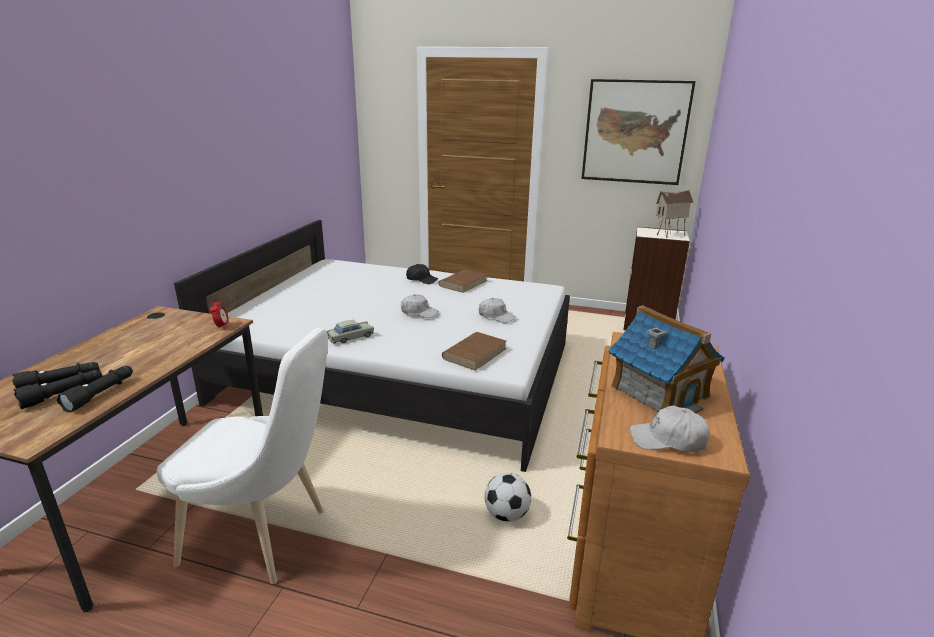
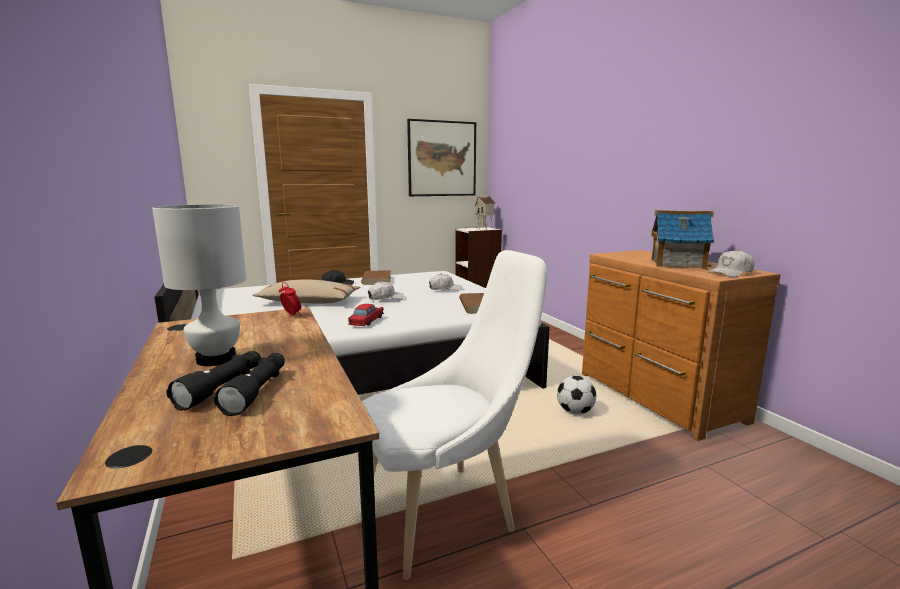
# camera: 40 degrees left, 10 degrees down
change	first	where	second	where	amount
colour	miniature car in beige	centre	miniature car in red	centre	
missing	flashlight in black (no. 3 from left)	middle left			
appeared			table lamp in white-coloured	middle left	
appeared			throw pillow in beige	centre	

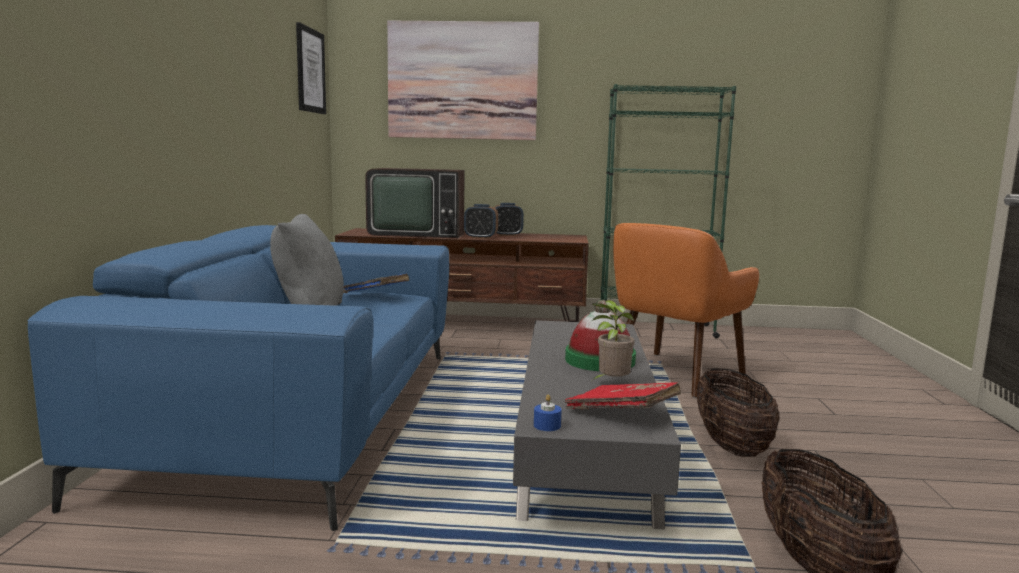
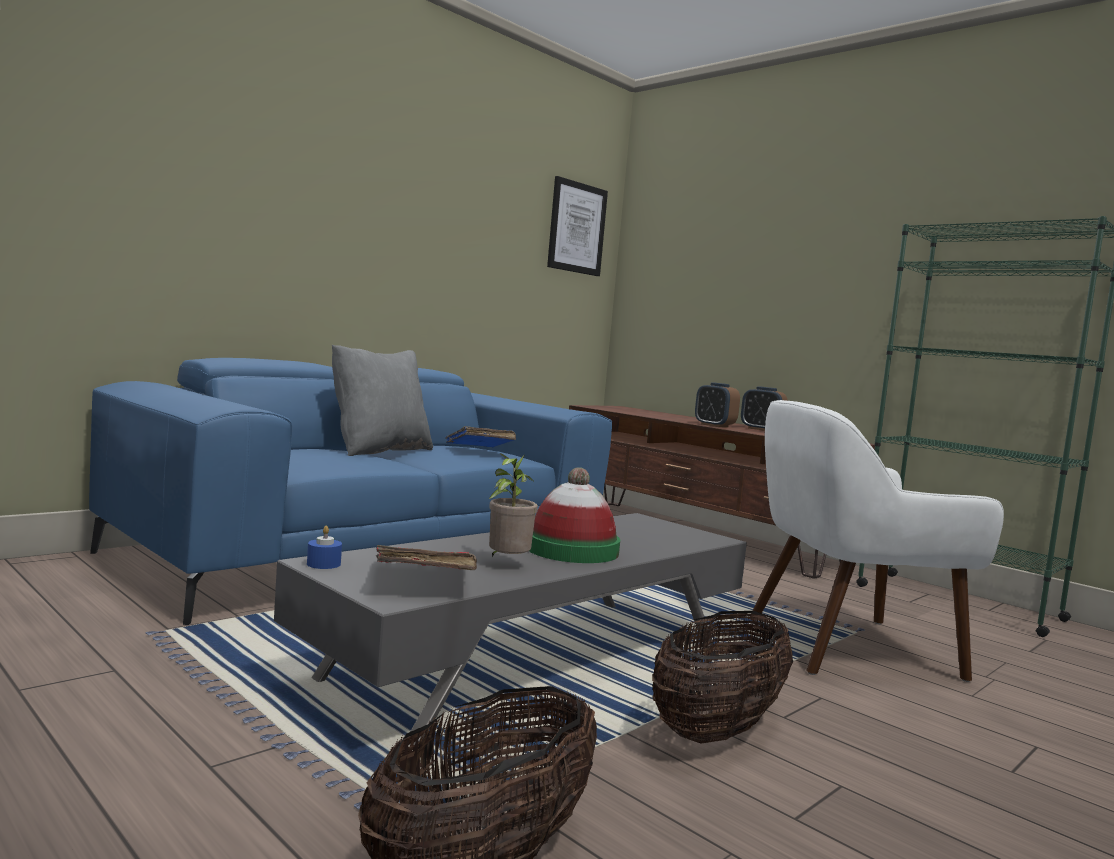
# camera: 40 degrees right, 5 degrees down
change	first	where	second	where	amount
missing	picture (no. 2 from left)	top centre			
missing	TV set	centre			
colour	armchair in orangey	middle right	armchair in white-coloured	middle right	

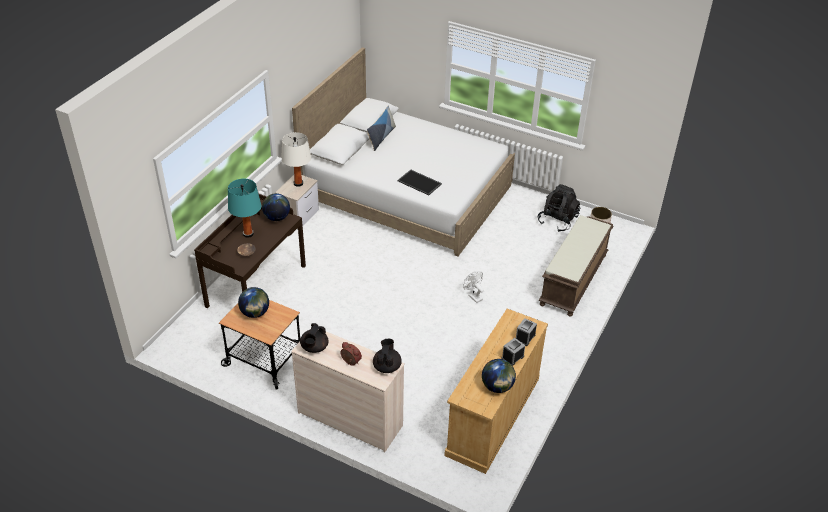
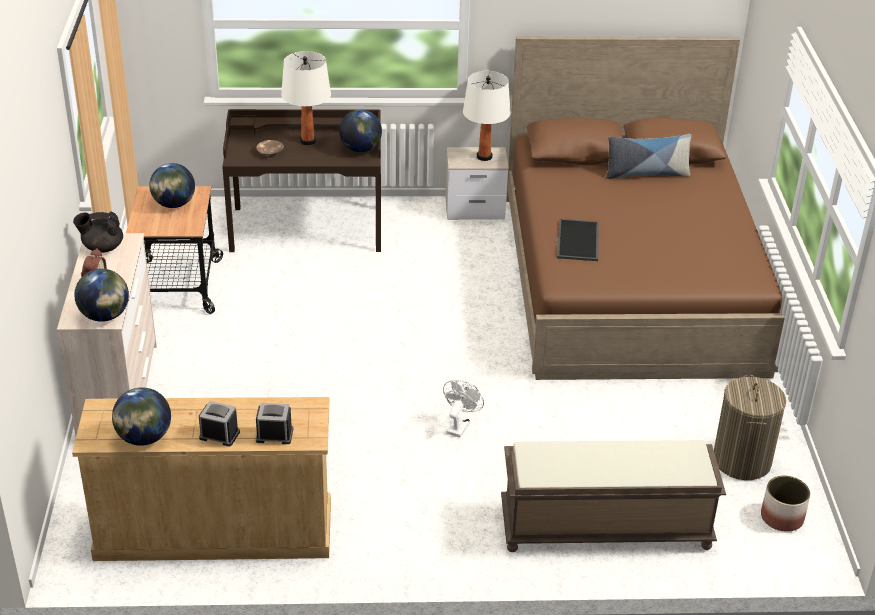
# camera: 60 degrees right, 5 degrees down
change	first	where	second	where	amount
colour	bed in white-coloured	top centre	bed in brown	middle right	
colour	table lamp in blue-green	middle left	table lamp in white-coloured (no. 1 from left)	top centre	
exchanged	rucksack in black	middle right	washing basket	bottom right	
exchanged	tea pot in black (no. 2 from left)	bottom centre	globe (no. 1 from left)	middle left	

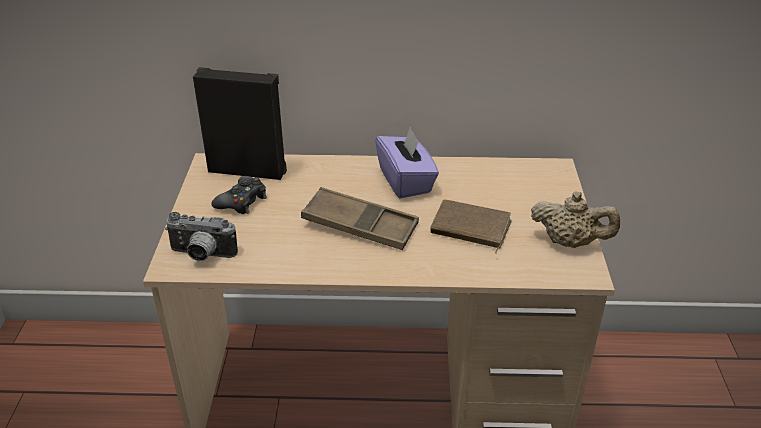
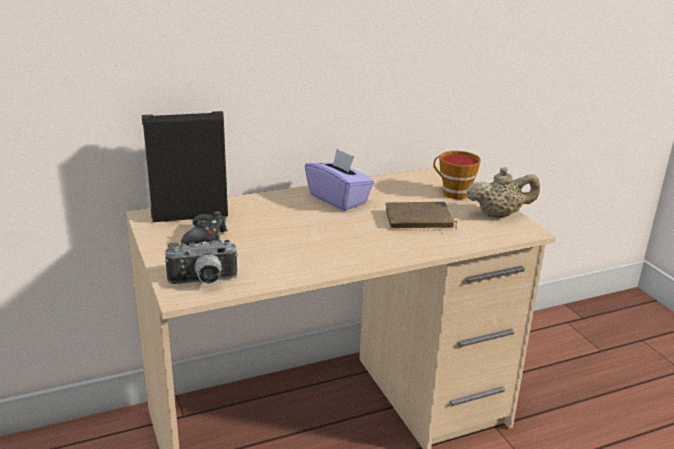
# camera: 25 degrees left, 10 degrees down
change	first	where	second	where	amount
missing	serving tray in brown	centre			
appeared			drinking cup	middle right	

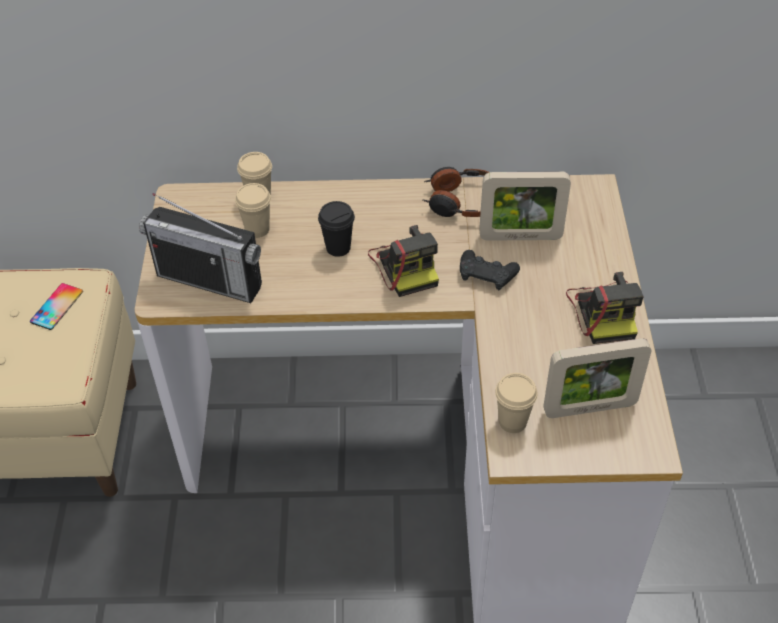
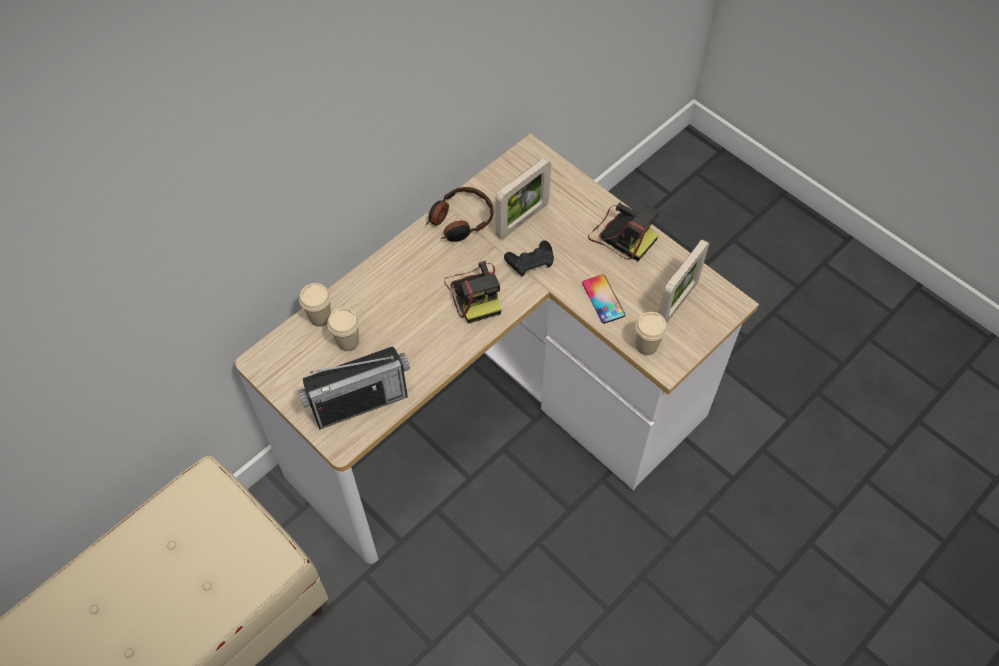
# camera: 45 degrees left, 10 degrees up
change	first	where	second	where	amount
missing	drinking cup in black	centre			
spun	photo camera (no. 1 from left)	centre		centre	45 degrees clockwise
relocated	telephone	middle left		centre	

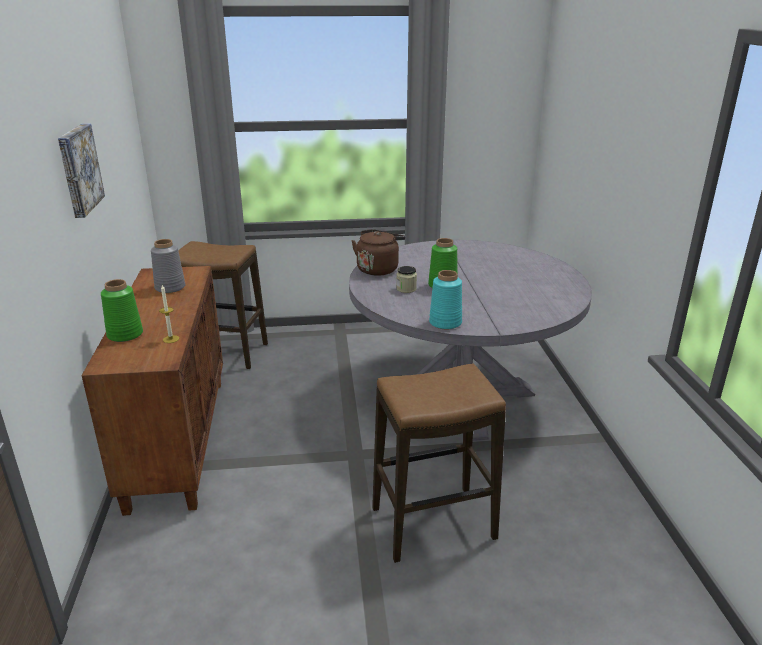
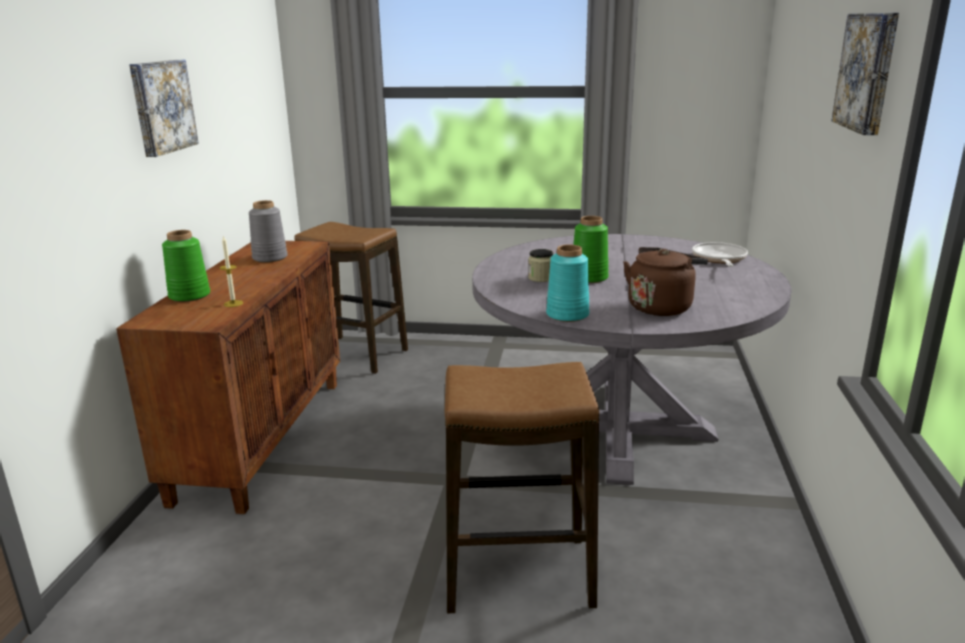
# camera: 15 degrees right, 5 degrees down
change	first	where	second	where	amount
relocated	tea kettle in brown	centre		middle right	
appeared			picture (no. 2 from left)	top right	
appeared			skillet	middle right	

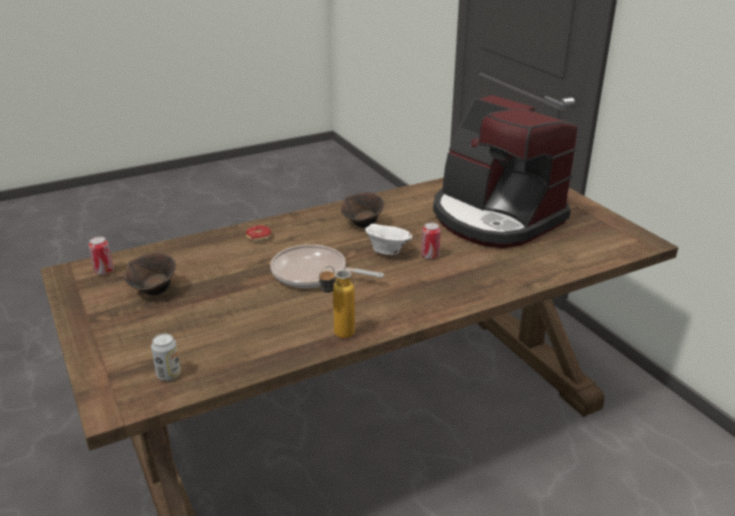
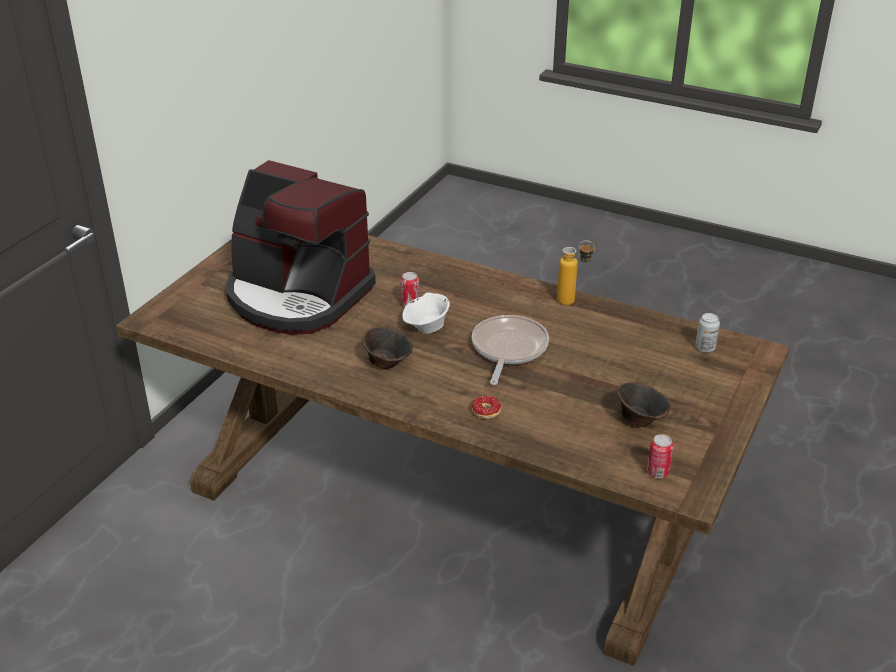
# camera: 125 degrees left, 5 degrees up
change	first	where	second	where	amount
spun	coffee brewer	top right		centre	105 degrees clockwise
spun	skillet	centre		centre	150 degrees counterclockwise

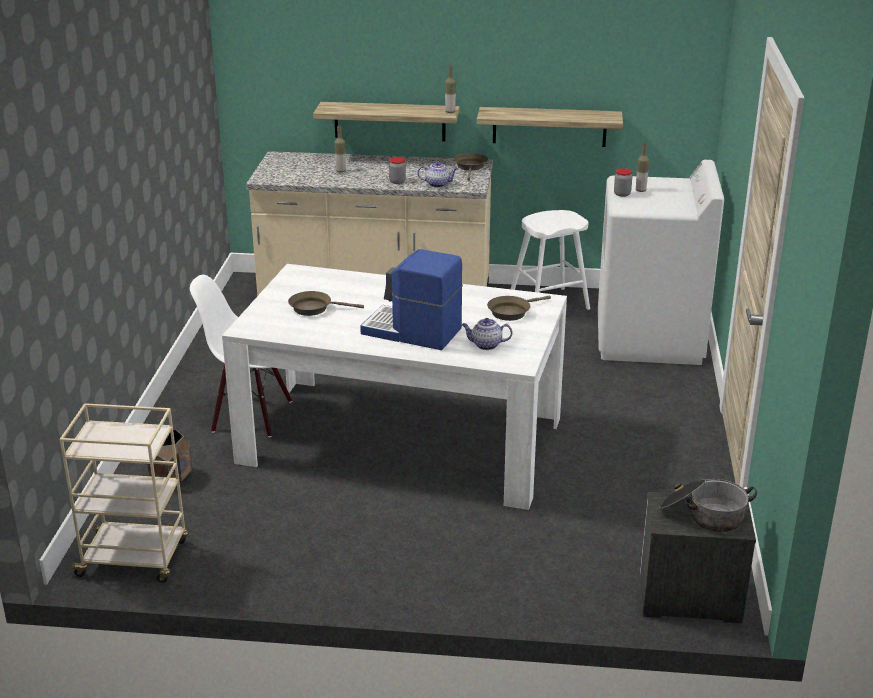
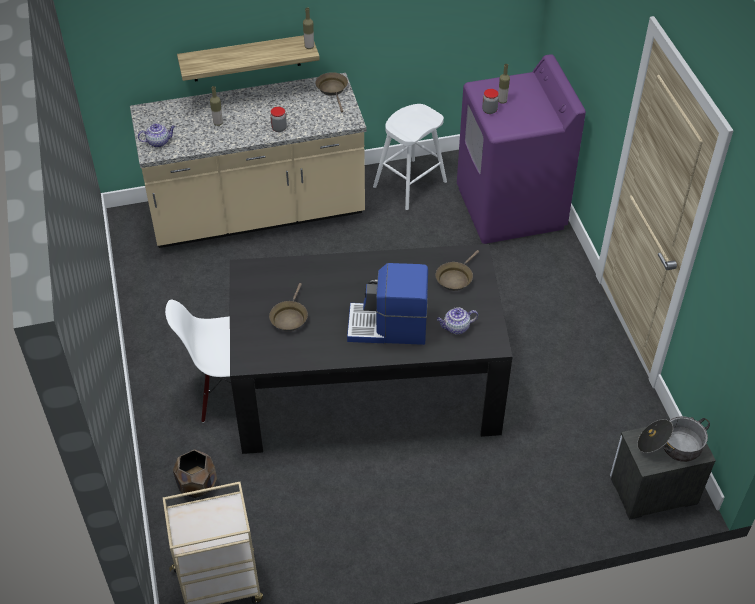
# camera: 20 degrees left, 20 degrees up
change	first	where	second	where	amount
missing	bracket shelf (no. 2 from left)	top centre			
colour	washing machine in white-coloured	middle right	washing machine in purple-coloured	top right	
relocated	tea pot (no. 1 from left)	top centre		top left	
colour	kitchen table in white-coloured	centre	kitchen table in black	centre	
spun	skillet in brown (no. 1 from left)	centre		centre	60 degrees counterclockwise

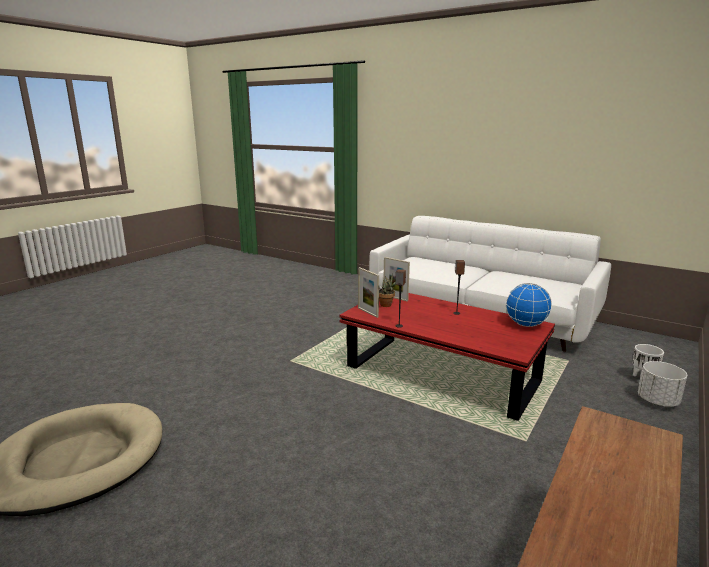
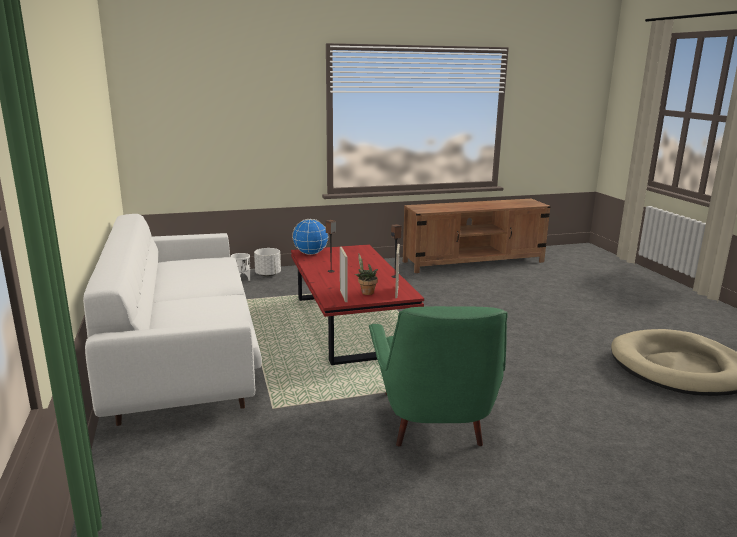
# camera: 140 degrees left, 0 degrees up
change	first	where	second	where	amount
appeared			armchair in green	bottom centre	

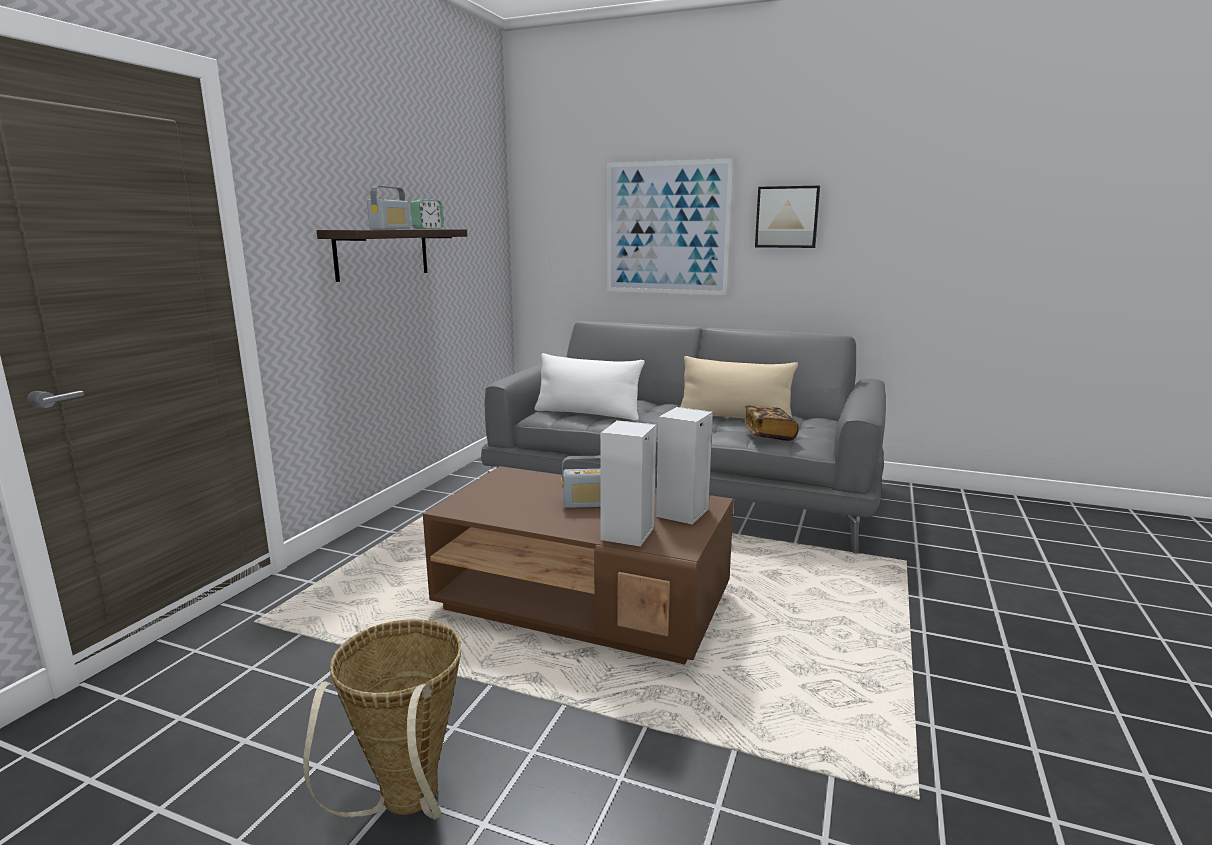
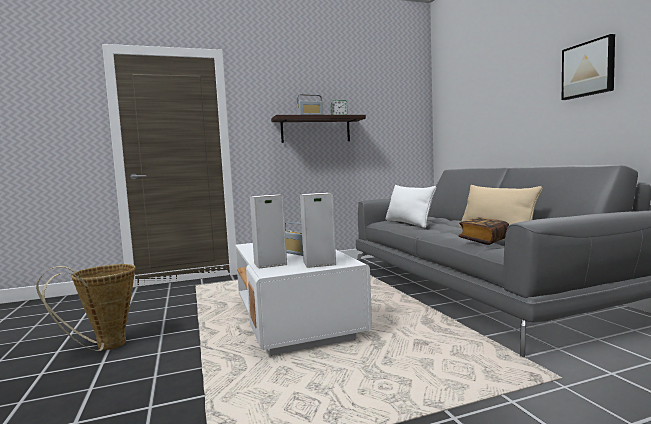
# camera: 50 degrees right, 10 degrees down
change	first	where	second	where	amount
missing	picture (no. 1 from left)	top centre			
colour	coffee table in brown	bottom centre	coffee table in white-coloured	bottom centre	

